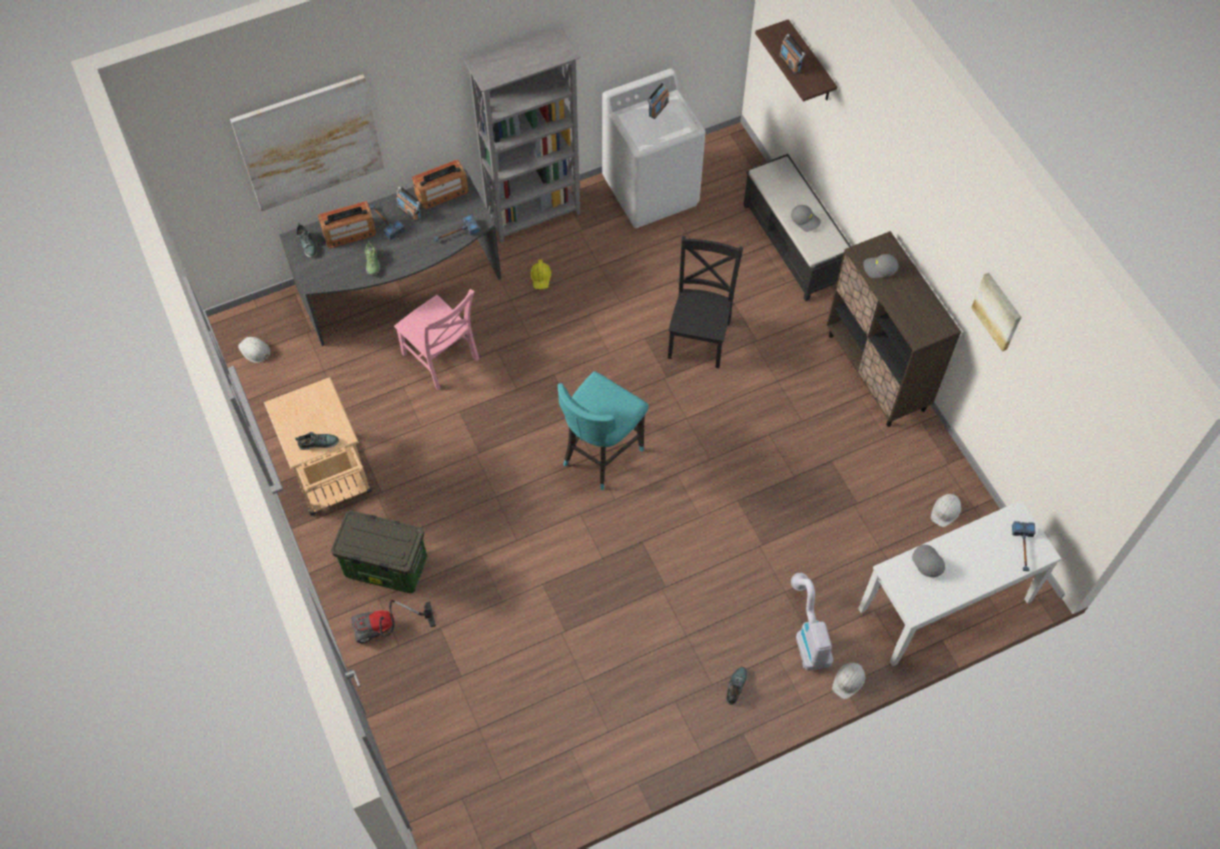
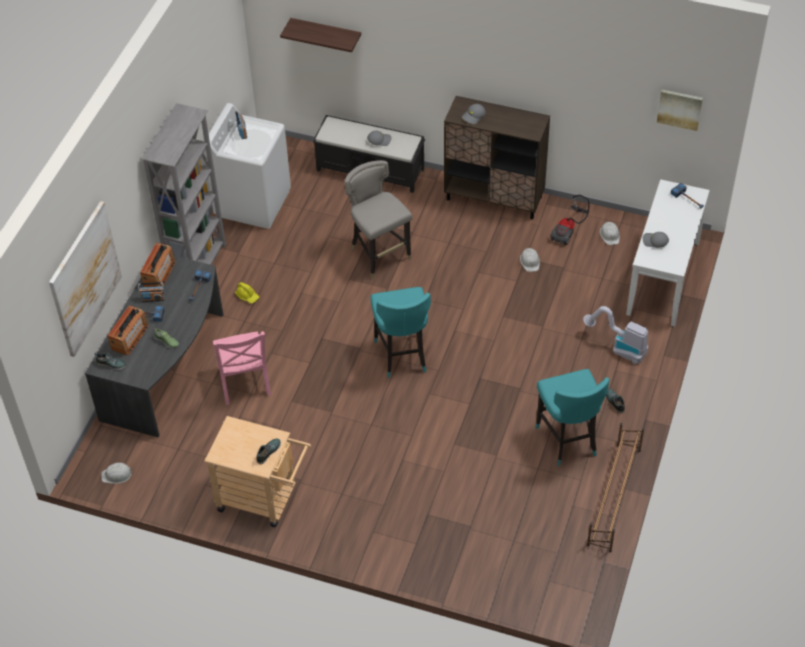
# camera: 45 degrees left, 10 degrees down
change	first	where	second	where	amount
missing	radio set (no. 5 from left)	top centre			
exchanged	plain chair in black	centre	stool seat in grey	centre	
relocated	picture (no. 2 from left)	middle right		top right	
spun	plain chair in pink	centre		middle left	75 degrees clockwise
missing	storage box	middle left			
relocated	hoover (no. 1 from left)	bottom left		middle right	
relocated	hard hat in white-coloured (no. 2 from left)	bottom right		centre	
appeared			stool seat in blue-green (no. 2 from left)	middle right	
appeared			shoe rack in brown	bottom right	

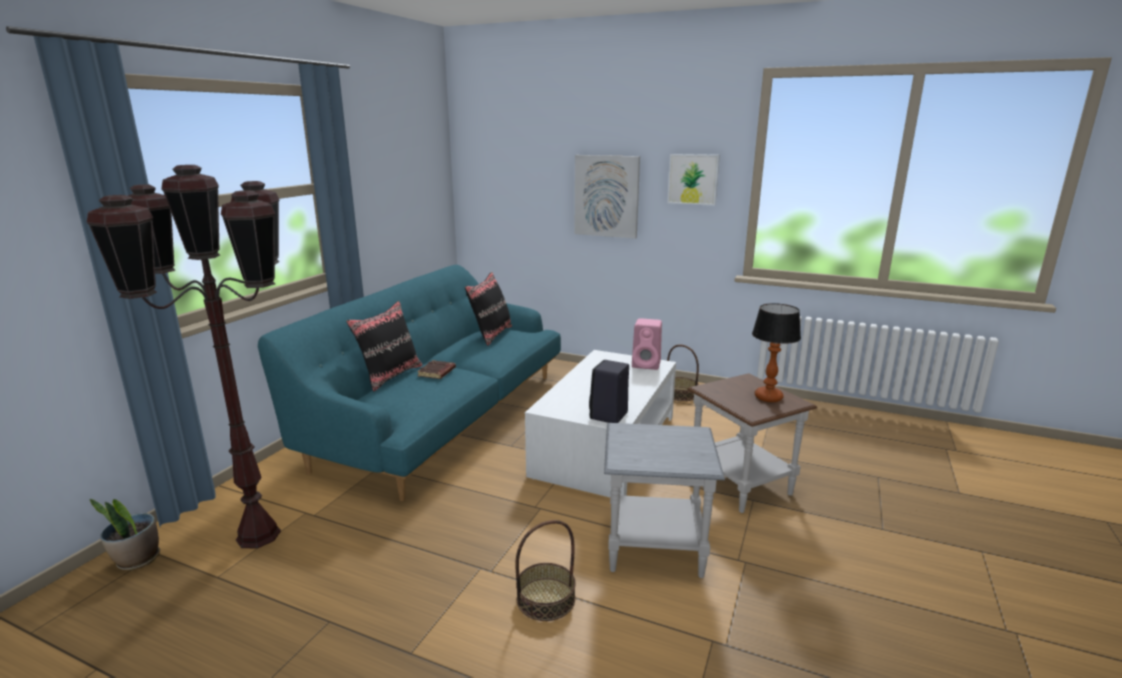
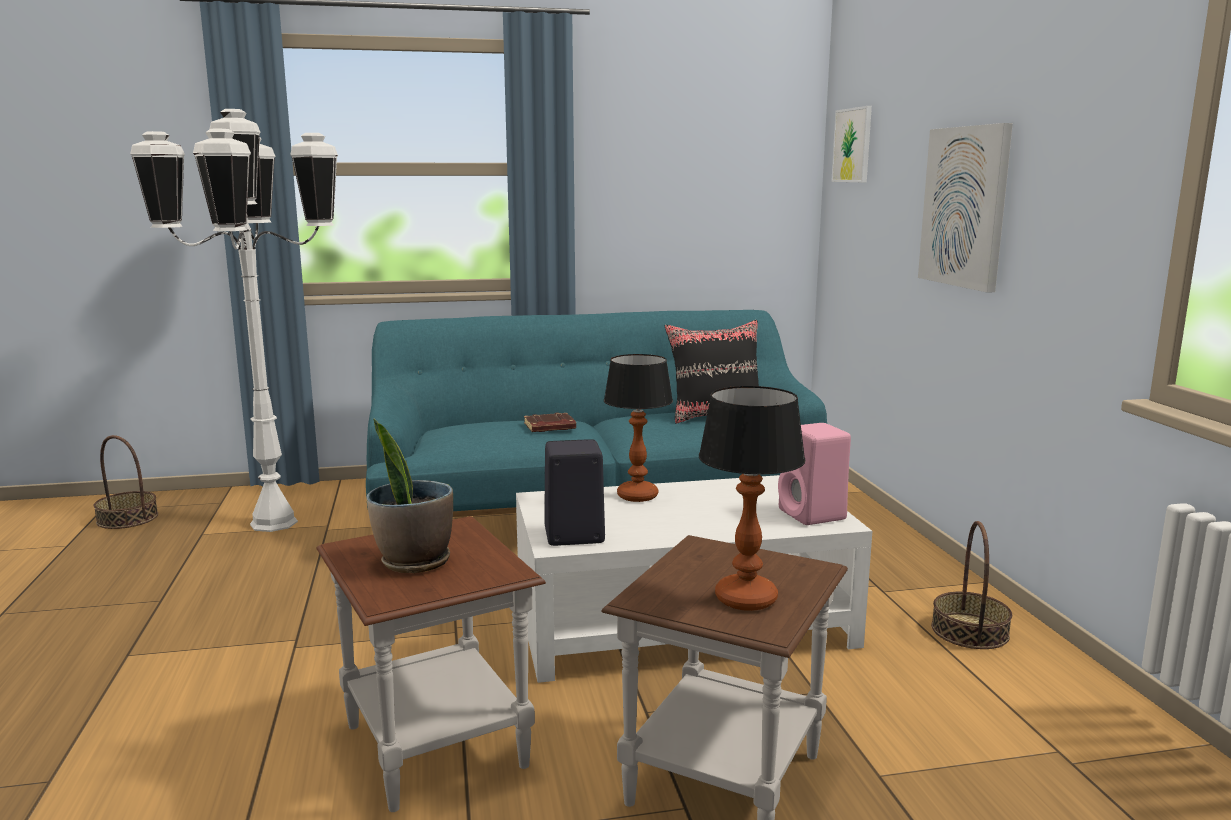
# camera: 55 degrees right, 5 degrees down
change	first	where	second	where	amount
relocated	picture (no. 2 from left in the first image)	top centre	picture (no. 1 from left)	top right	
colour	standing lamp in brown	middle left	standing lamp in white-coloured	middle left	
missing	throw pillow in black (no. 1 from left)	centre			
colour	end table in grey	bottom centre	end table in brown (no. 1 from left)	bottom centre	
relocated	houseplant	bottom left		middle left	
relocated	household basket (no. 1 from left)	bottom centre		middle left	
appeared			table lamp (no. 1 from left)	centre	

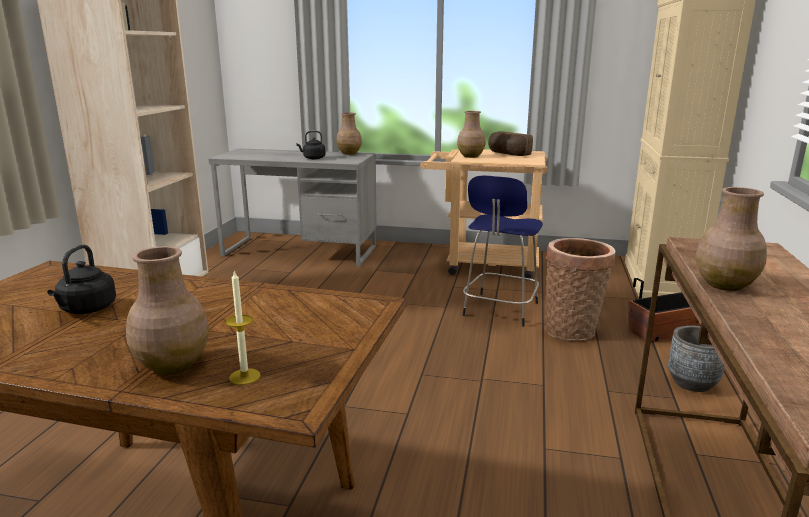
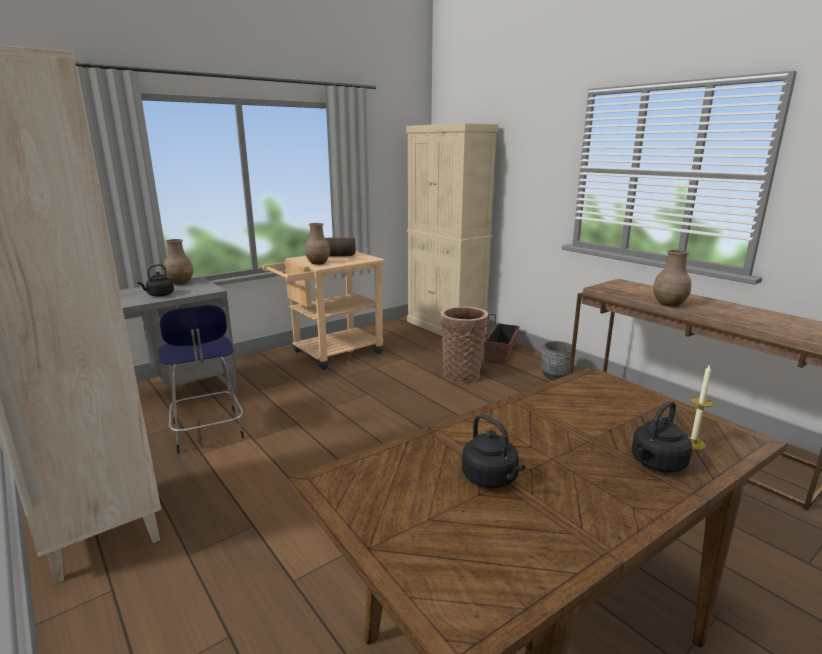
# camera: 50 degrees left, 0 degrees up
change	first	where	second	where	amount
relocated	stool seat in blue-coloured	centre		middle left	
exchanged	vase in brown (no. 1 from left)	middle left	tea kettle in black (no. 3 from left)	bottom right	

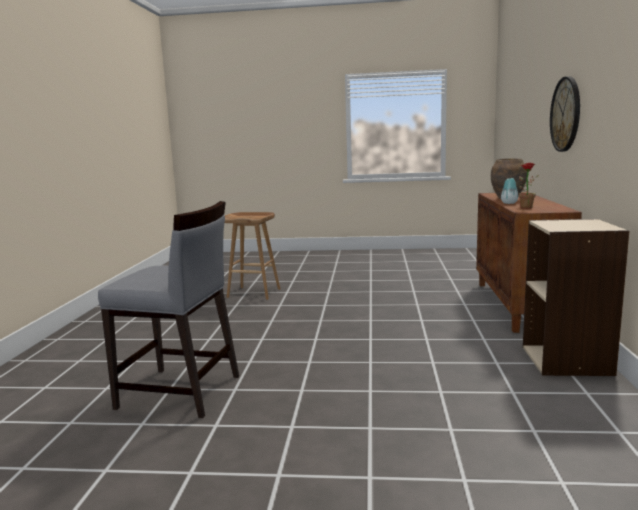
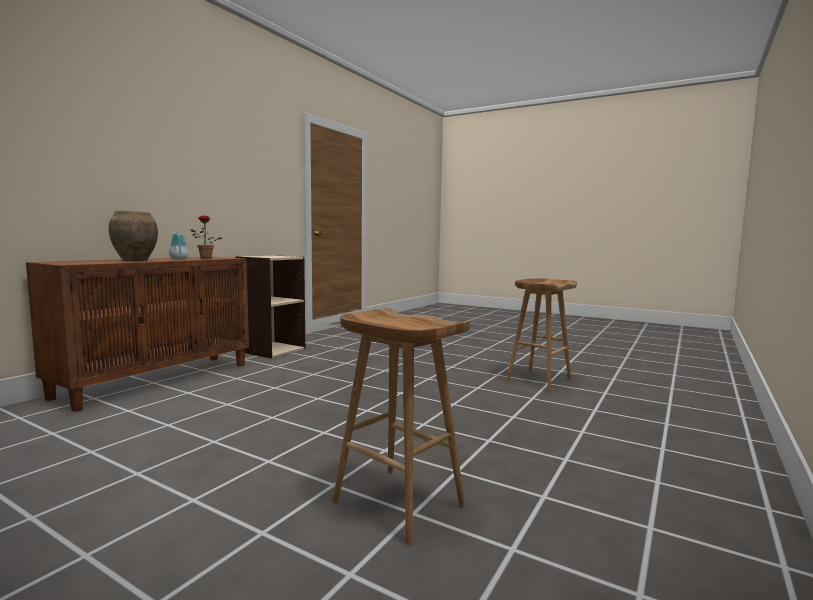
# camera: 155 degrees left, 5 degrees down
change	first	where	second	where	amount
missing	clock on the wall	top right			
exchanged	plain chair in grey	middle left	stool seat in brown (no. 2 from left)	centre	

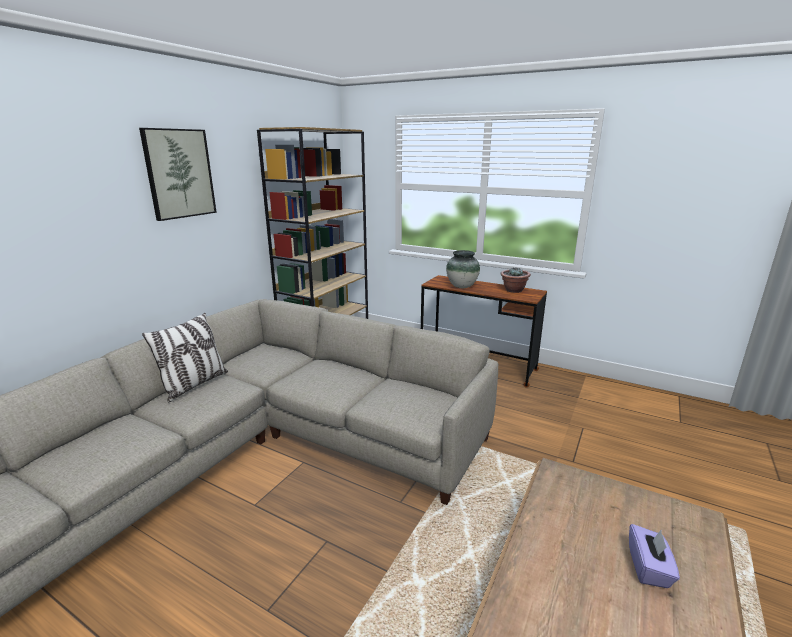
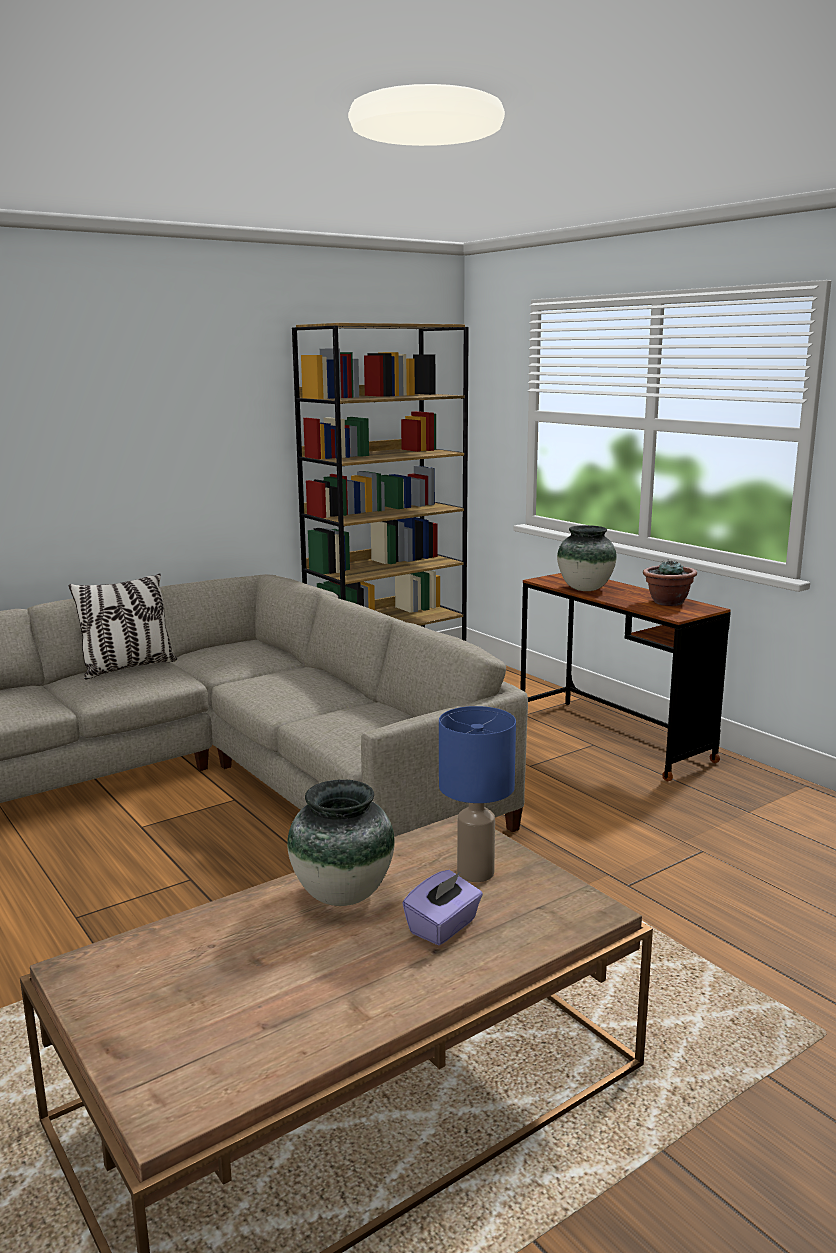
# camera: 25 degrees right, 5 degrees down
change	first	where	second	where	amount
missing	picture	top left			
appeared			table lamp in blue-coloured	centre	
appeared			vase (no. 1 from left)	bottom centre	

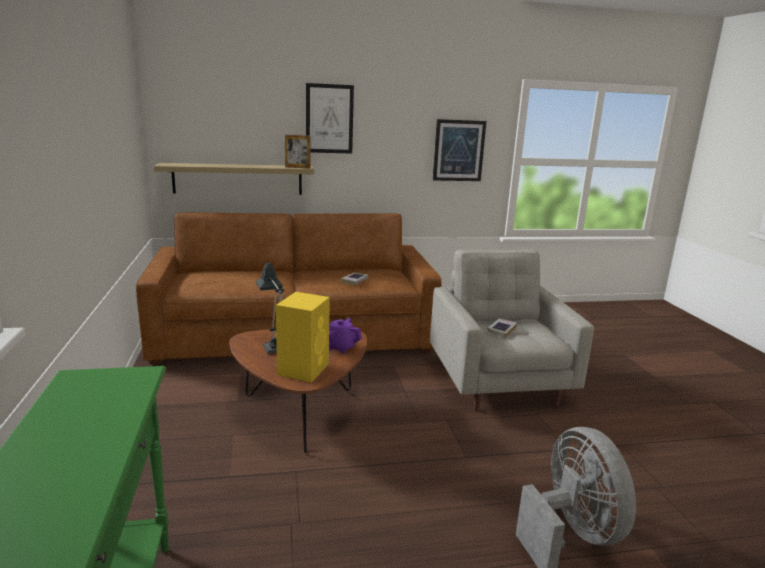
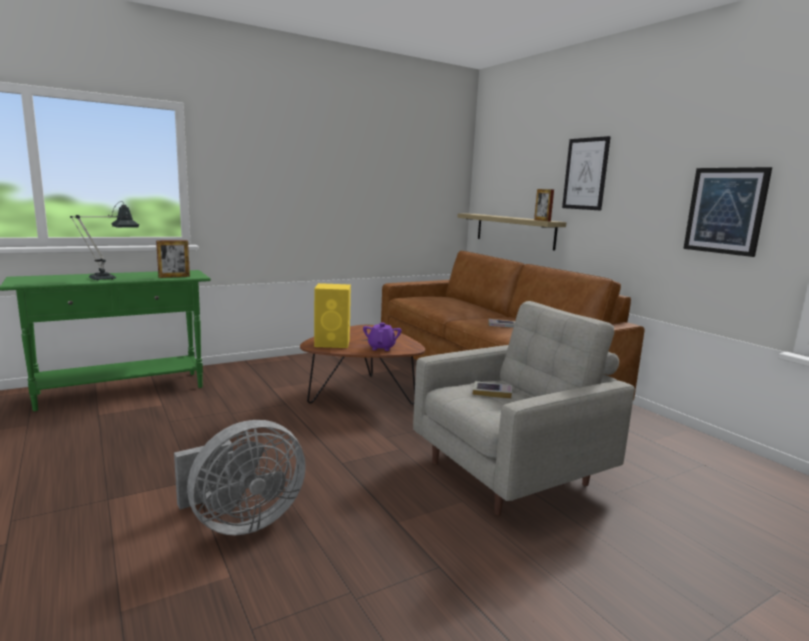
# camera: 70 degrees right, 5 degrees down
change	first	where	second	where	amount
relocated	table lamp	centre		middle left	
appeared			picture frame (no. 1 from left)	middle left	

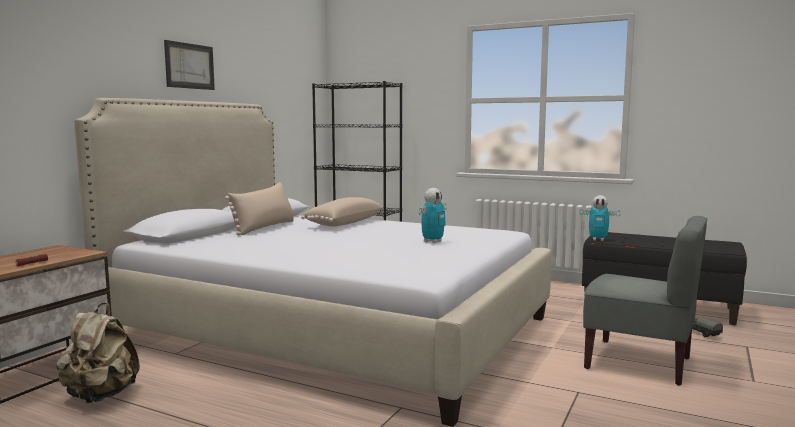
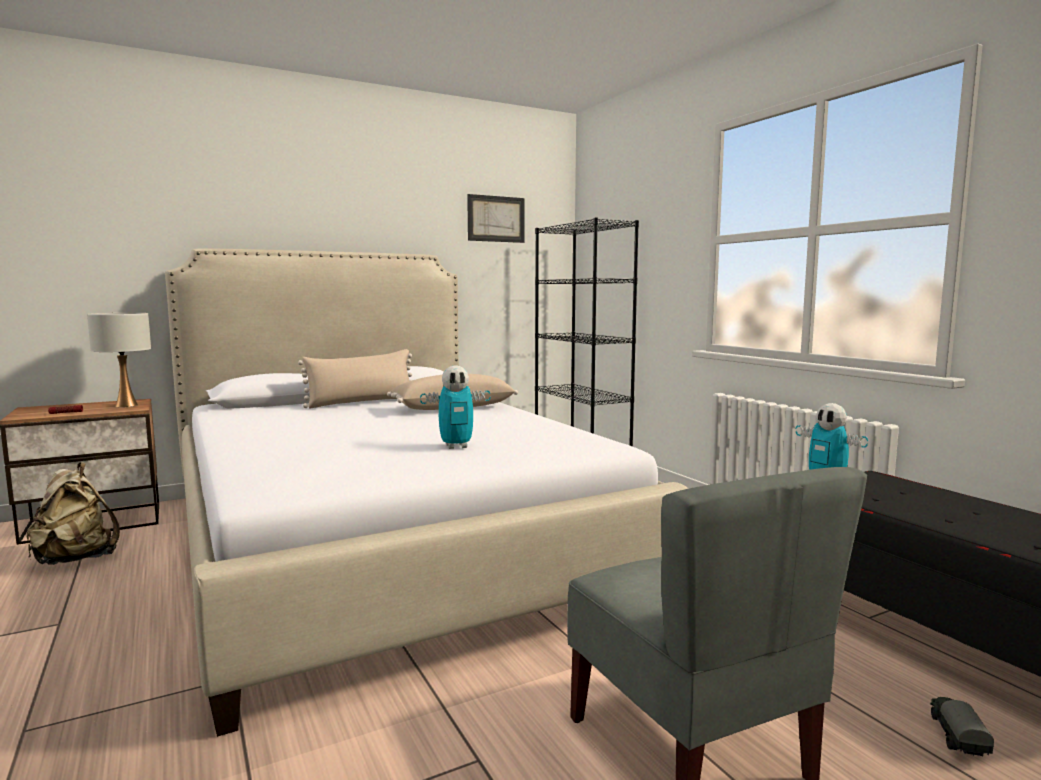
# camera: 35 degrees right, 0 degrees up
change	first	where	second	where	amount
relocated	picture	top left		top centre	
appeared			table lamp in white-coloured	middle left	

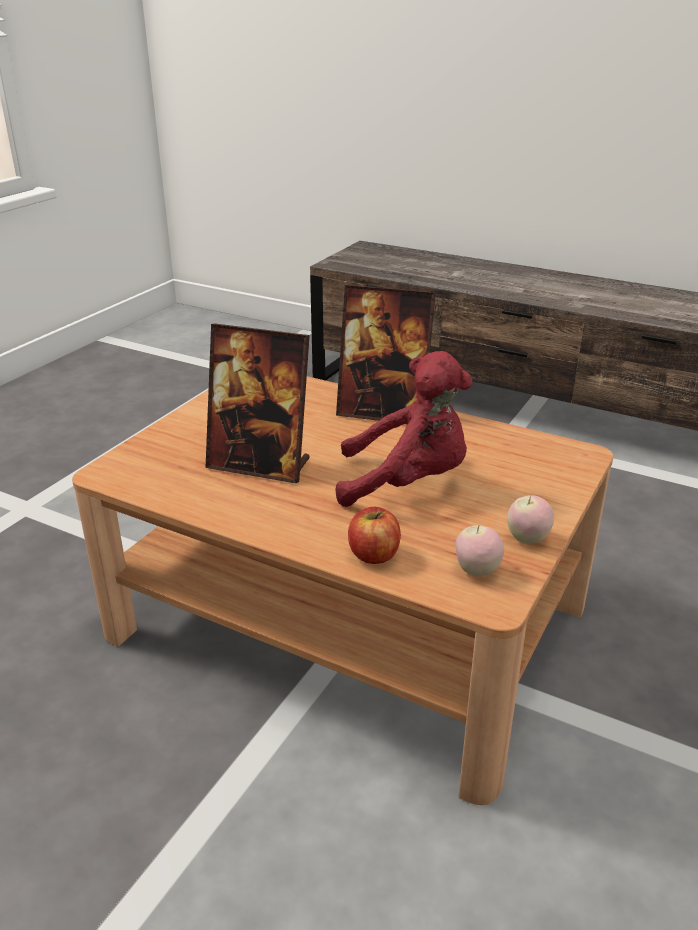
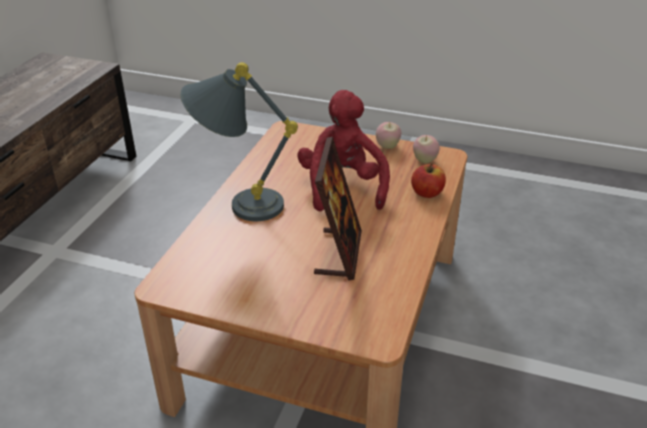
# camera: 100 degrees left, 5 degrees up
change	first	where	second	where	amount
exchanged	picture frame (no. 2 from left)	centre	table lamp in grey	top centre	

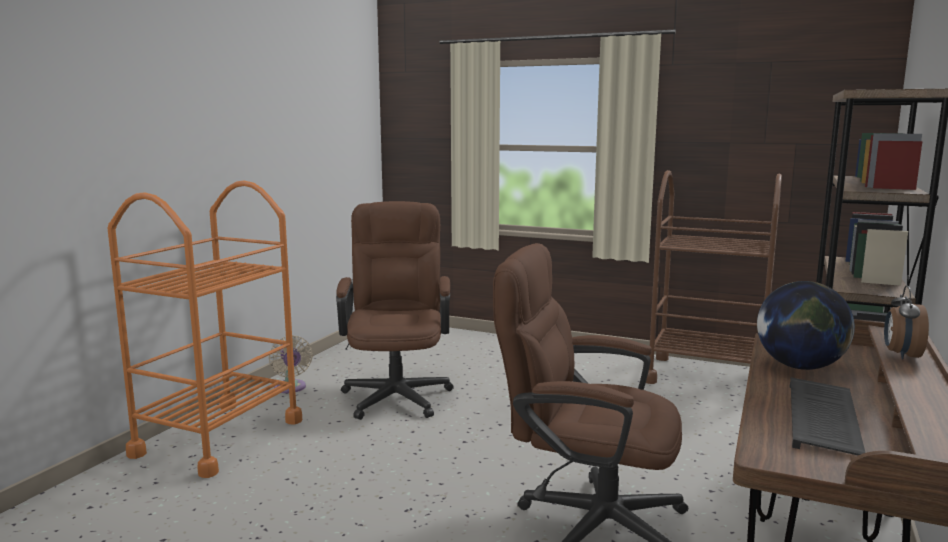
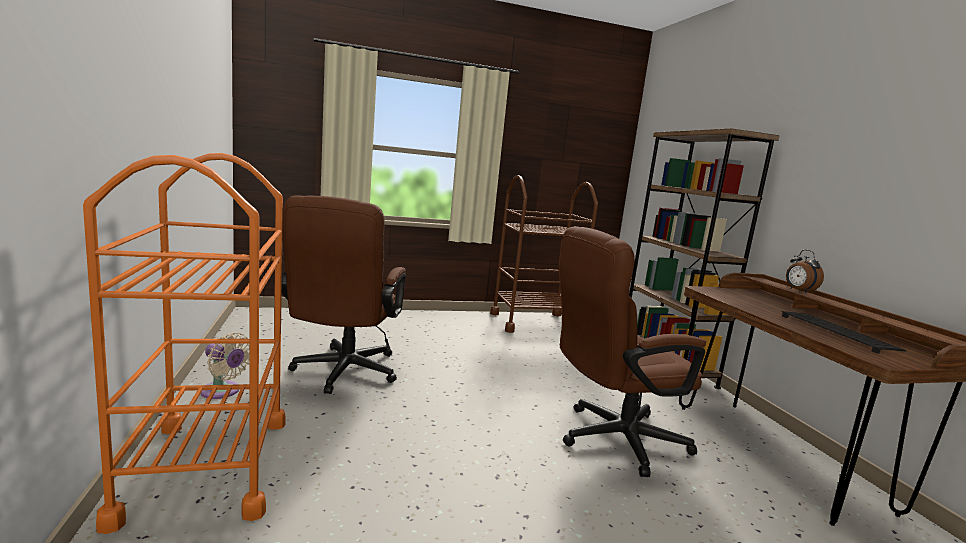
# camera: 40 degrees left, 0 degrees up
change	first	where	second	where	amount
spun	office chair in brown (no. 1 from left)	centre		centre	135 degrees counterclockwise
missing	globe	middle right			

